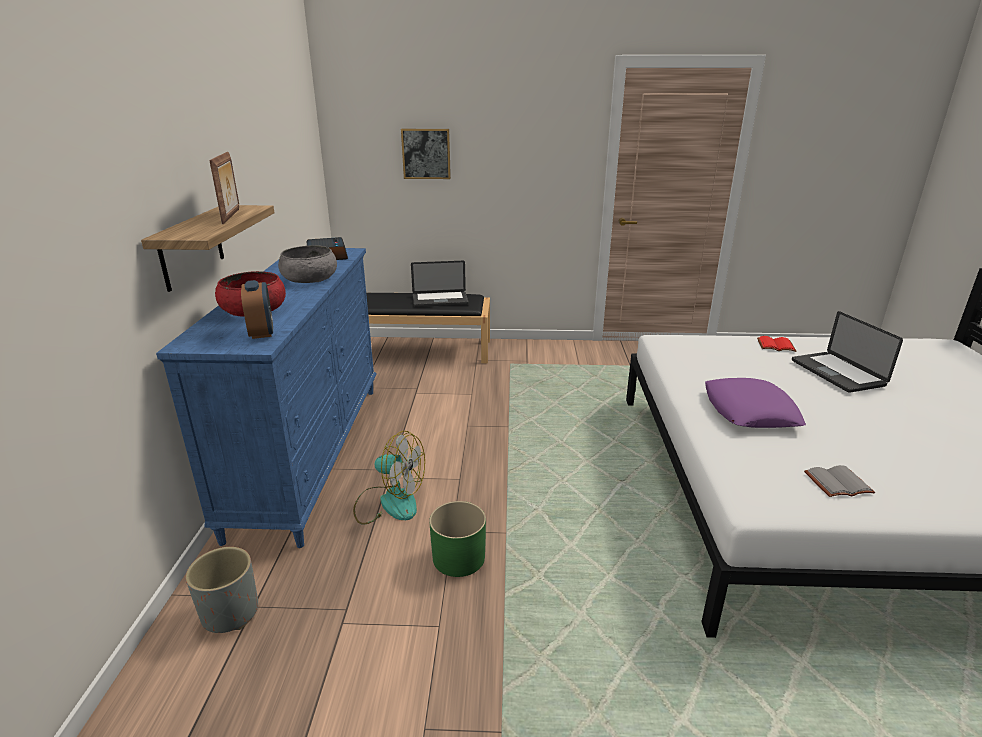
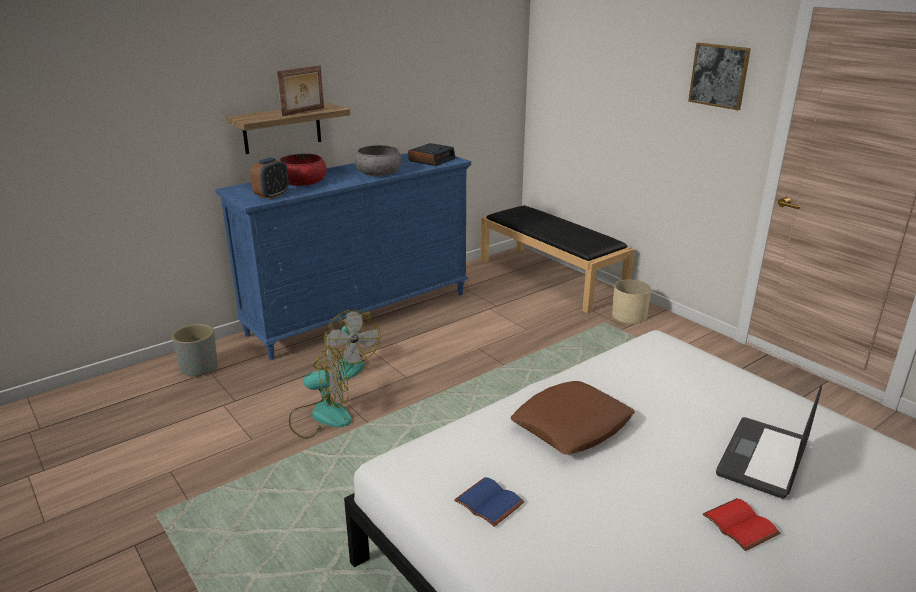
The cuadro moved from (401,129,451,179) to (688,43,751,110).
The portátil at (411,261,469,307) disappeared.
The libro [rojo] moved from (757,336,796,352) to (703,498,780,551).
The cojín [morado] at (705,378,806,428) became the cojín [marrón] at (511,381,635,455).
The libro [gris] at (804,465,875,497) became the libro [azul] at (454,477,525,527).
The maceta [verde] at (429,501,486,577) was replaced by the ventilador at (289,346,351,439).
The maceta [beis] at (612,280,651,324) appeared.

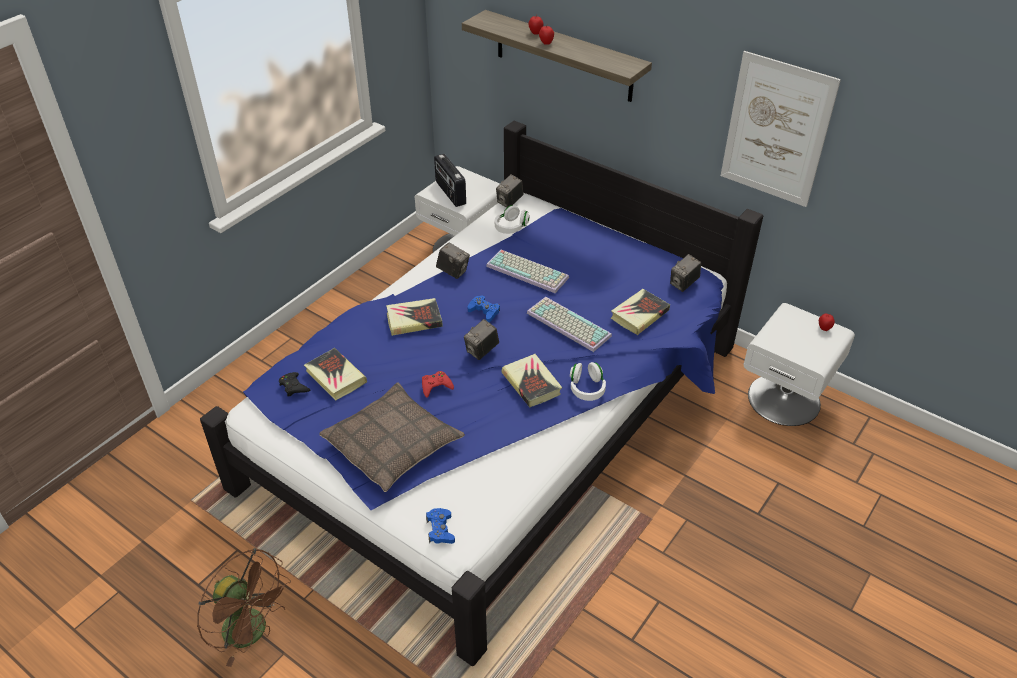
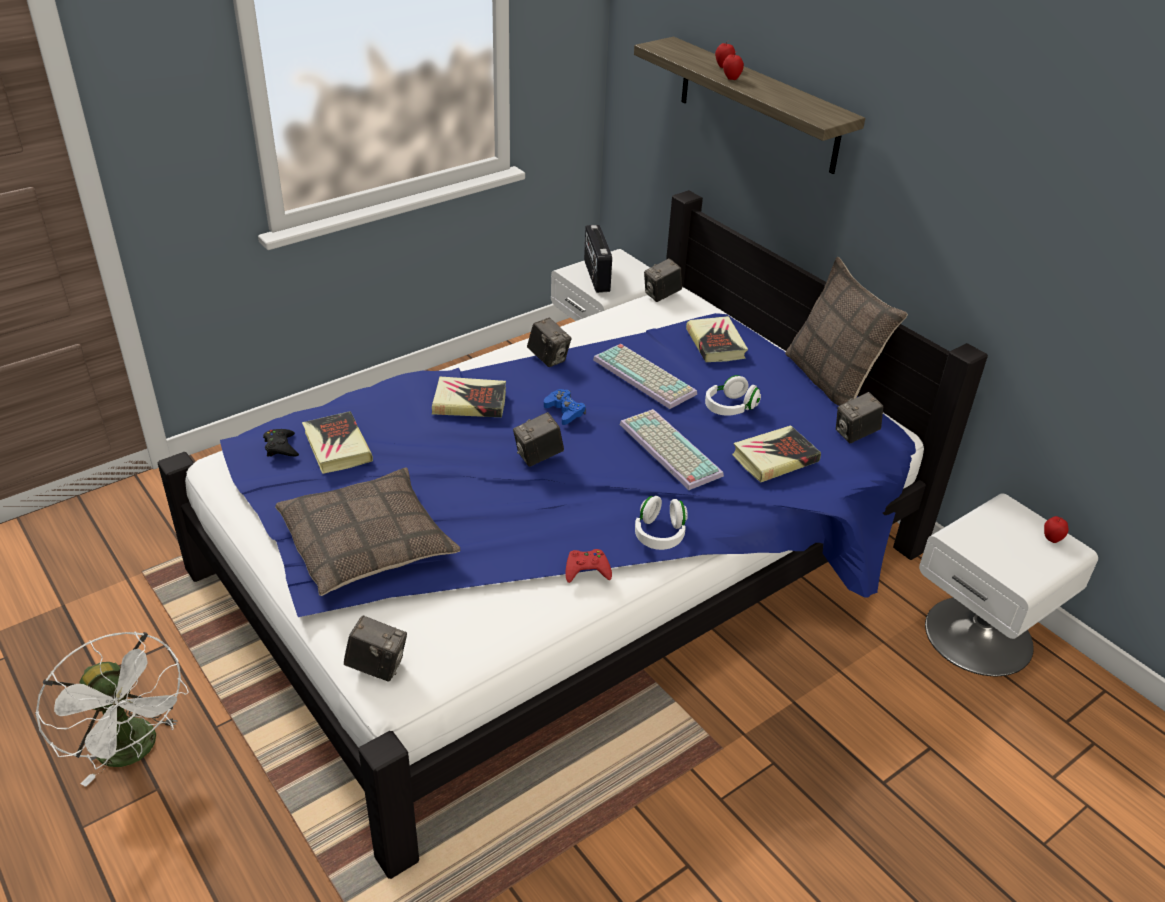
The cuadro at (721,51,841,207) disappeared.
The auriculares [blanco] moved from (495,205,530,234) to (705,375,761,416).
The libro moved from (502,354,562,407) to (686,316,748,362).
The mando de consola [rojo] moved from (422,371,454,398) to (565,549,612,583).
The mando de consola [azul] at (426,508,455,544) was replaced by the cámara at (344,616,407,682).
The ventilador [marrón] at (197,548,291,667) became the ventilador [blanco] at (35,632,189,787).
The cojín at (785,257,908,406) appeared.

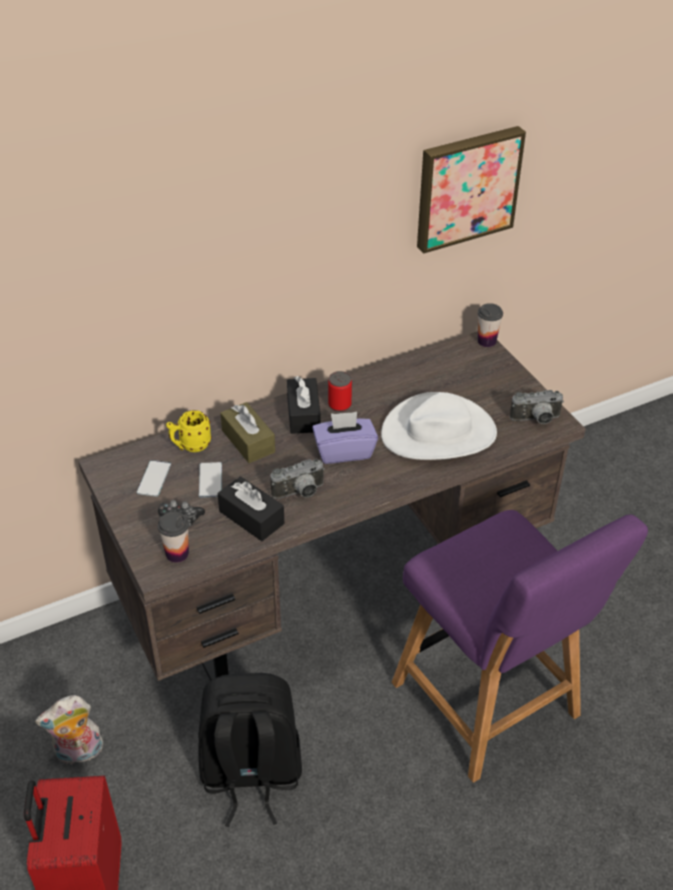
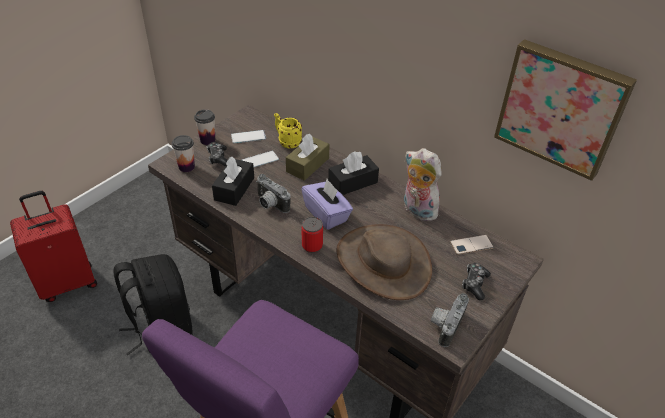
The taza moved from (478,303,503,347) to (194,109,215,145).
The lata moved from (328,371,352,412) to (302,217,323,253).
The cámara at (510,390,564,424) turned 60 degrees clockwise.
The sombrero [blanco] at (381,392,497,460) became the sombrero [marrón] at (336,224,432,300).
The peluche moved from (35,695,103,765) to (404,148,443,221).
The móvil at (450,235,494,255) appeared.
The mando de consola at (462,263,491,300) appeared.

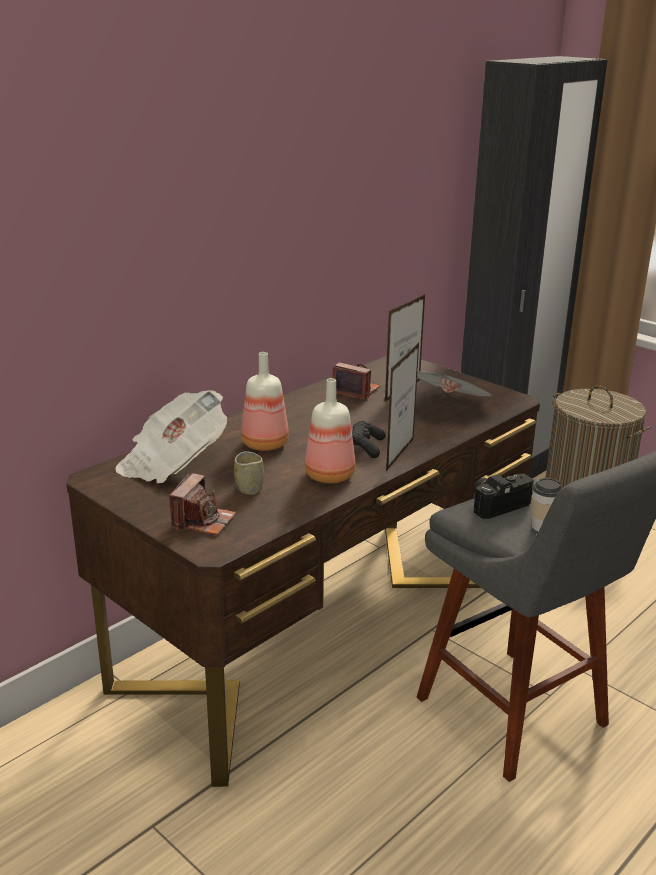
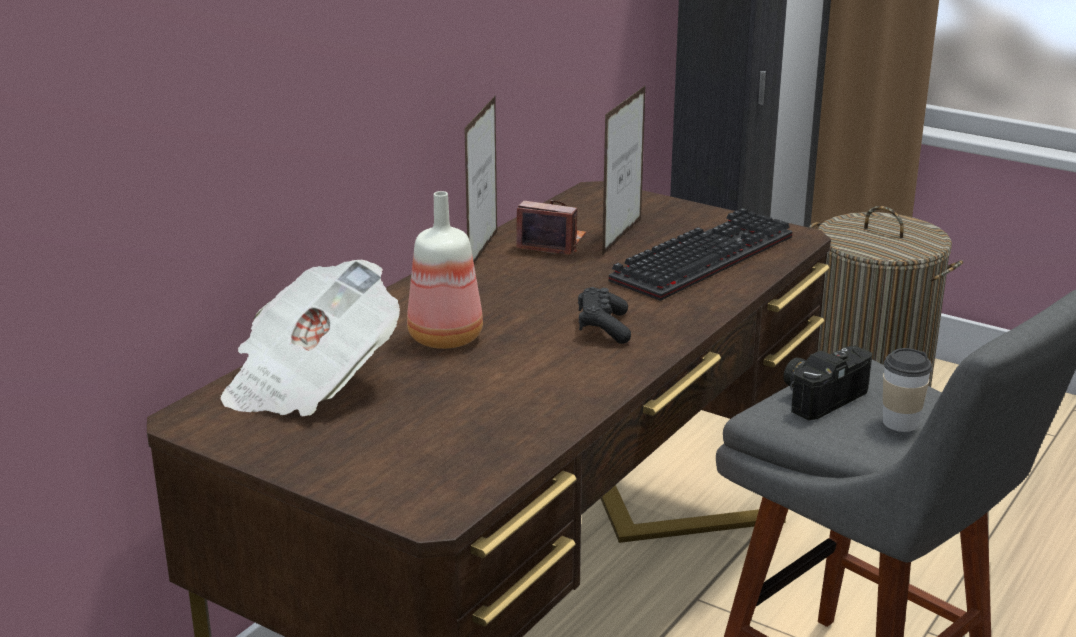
The portarretratos moved from (386,343,419,471) to (464,95,497,264).
The periódico at (417,371,493,397) was replaced by the teclado at (609,208,793,301).
The botella at (305,378,356,483) disappeared.
The taza at (234,451,264,495) disappeared.
The cámara at (169,473,236,535) disappeared.

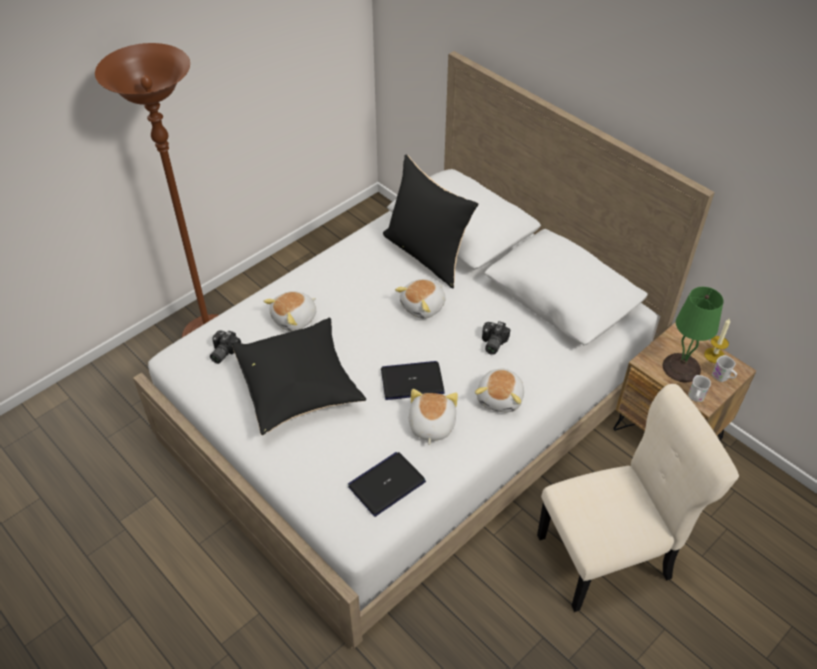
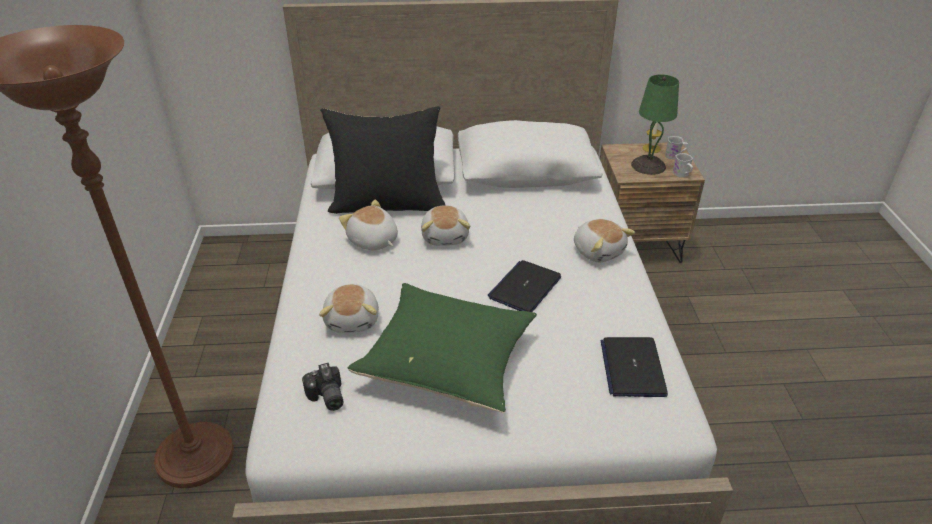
The cojín [negro] at (233,317,366,436) became the cojín [verde] at (348,283,537,413).
The cámara at (482,321,510,355) disappeared.
The silla [beis] at (537,384,739,612) disappeared.
The peluche moved from (409,389,458,445) to (339,200,398,250).

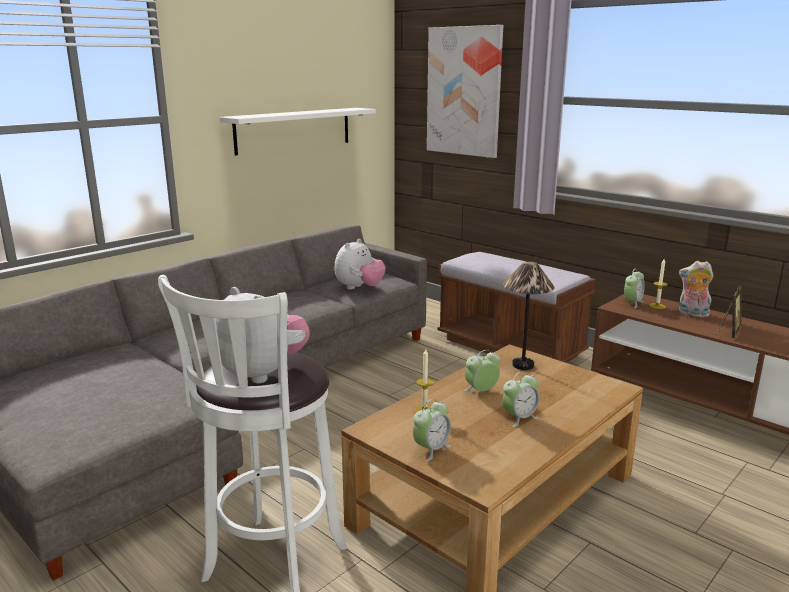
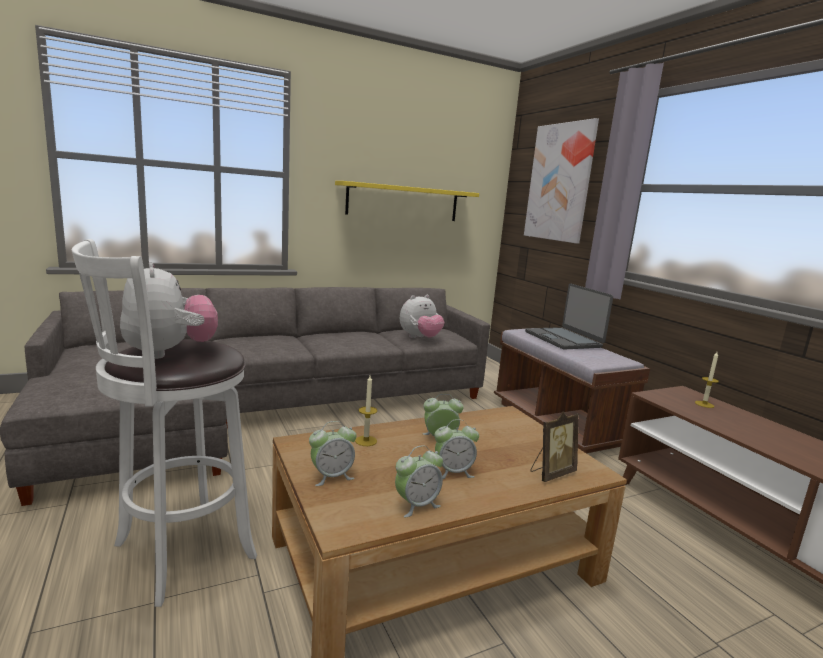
The estante [blanco] at (219,108,376,156) became the estante [amarillo] at (335,181,479,221).
The lámpara de mesa at (503,261,555,370) disappeared.
The peluche at (679,261,714,317) disappeared.
The despertador moved from (624,269,645,308) to (395,445,443,517).
The portarretratos moved from (716,286,742,338) to (530,412,579,482).
The portátil at (525,283,613,350) appeared.

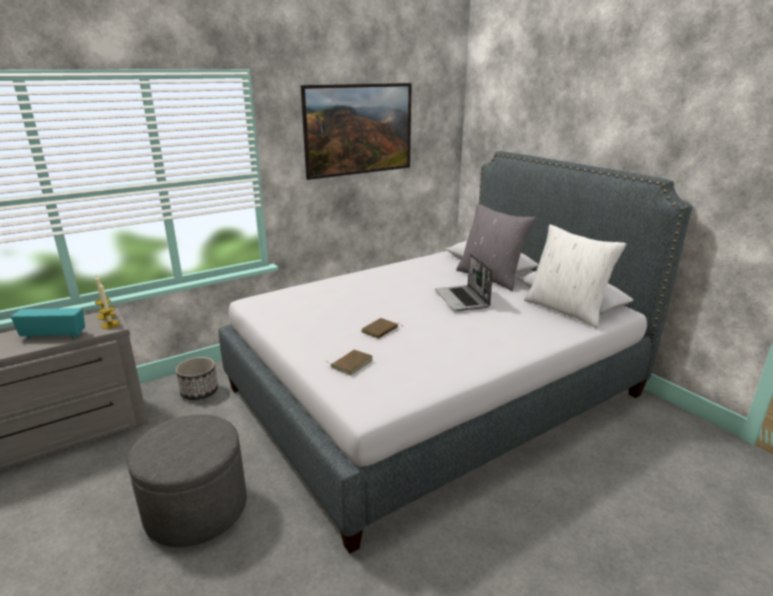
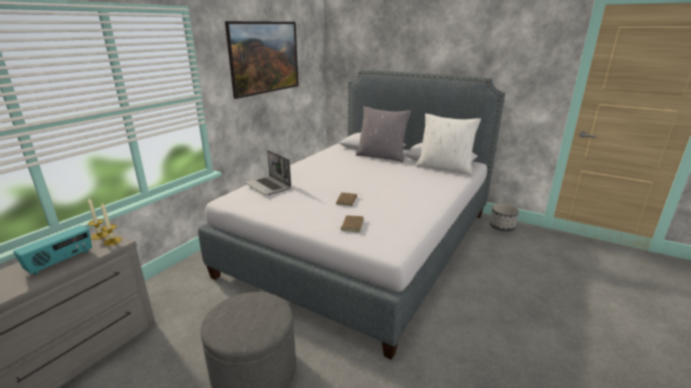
The portátil moved from (435,253,493,311) to (245,150,291,195).
The radio at (11,308,85,339) turned 150 degrees clockwise.
The maceta moved from (176,357,218,400) to (490,204,519,231).

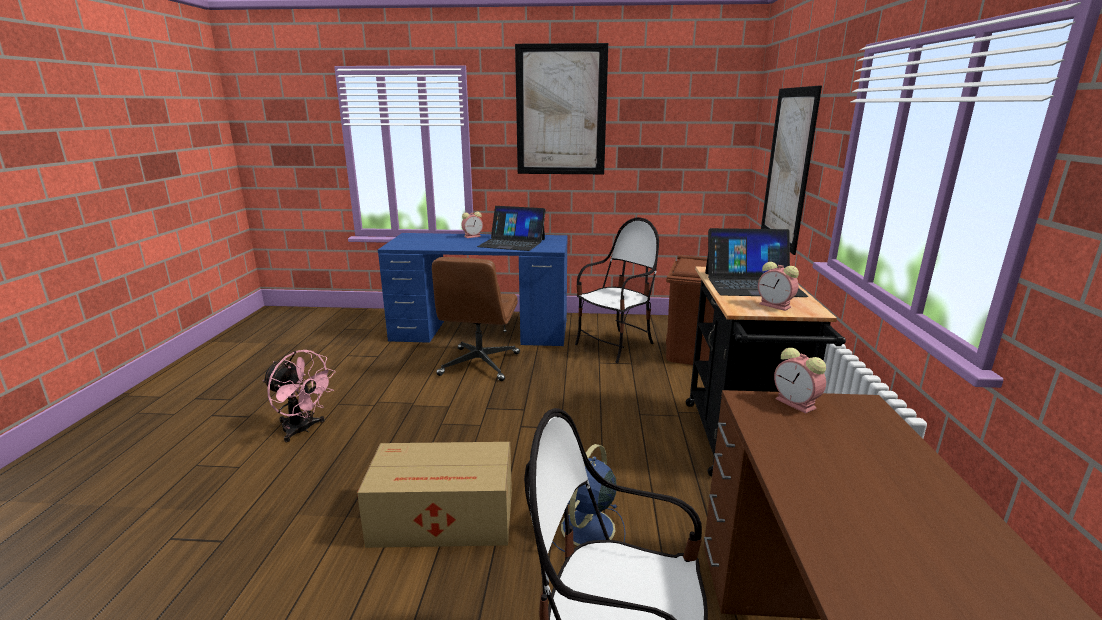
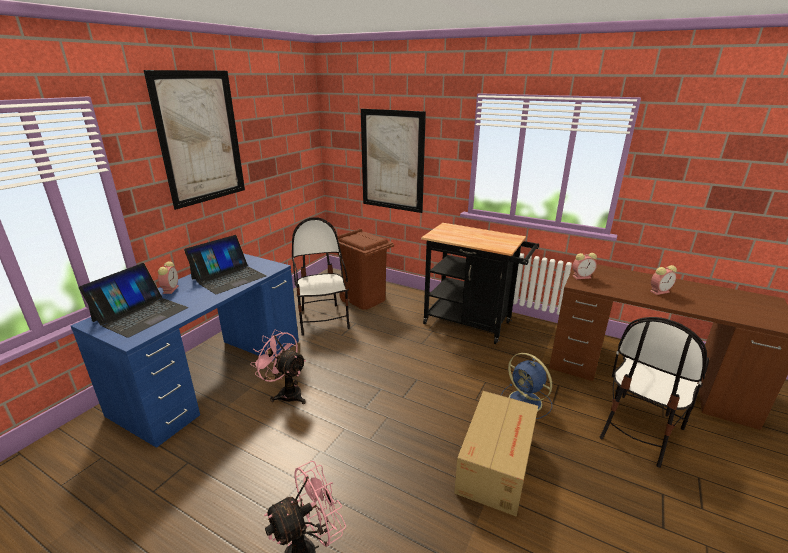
The portátil moved from (705,228,808,297) to (79,263,188,338).
The silla de oficina [marrón] at (432,257,520,381) was replaced by the ventilador [rosa] at (250,330,306,404).
The despertador moved from (758,262,799,311) to (650,265,677,295).

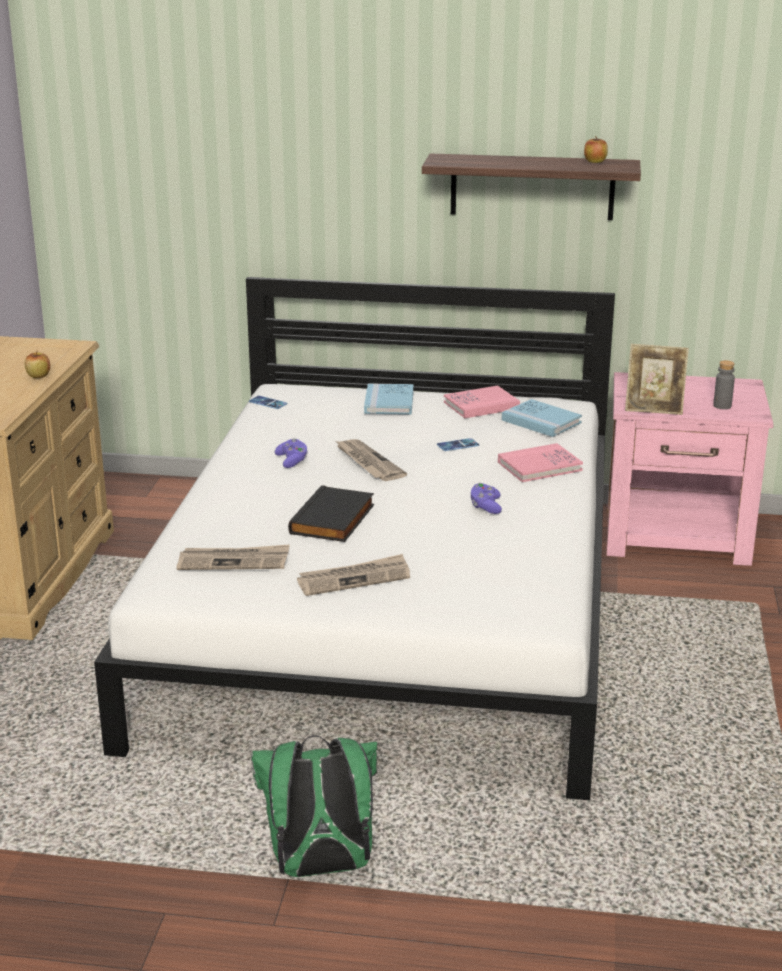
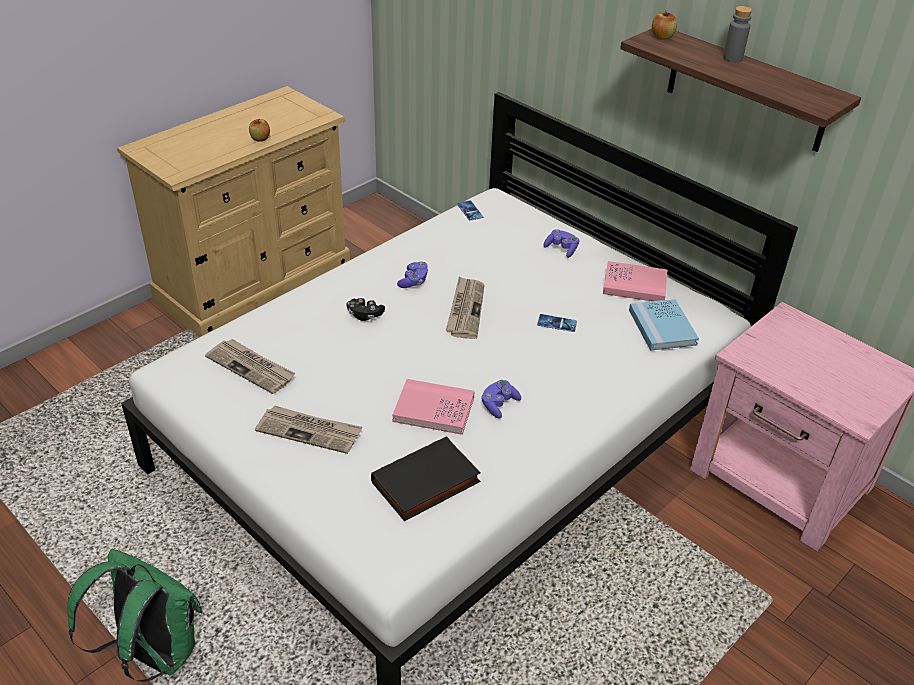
The manzana moved from (584,136,608,163) to (652,12,677,40).
The portarretratos at (625,344,689,415) disappeared.
The botella [gris] moved from (713,360,735,409) to (723,6,752,63).
The libro [azul] at (364,383,414,415) was replaced by the mando de consola [morado] at (544,229,579,258).
The libro [rosa] moved from (498,443,583,482) to (392,379,474,435).
The libro [negro] moved from (288,485,374,542) to (371,436,481,521).
The mando de consola [negro] at (346,298,385,321) appeared.

